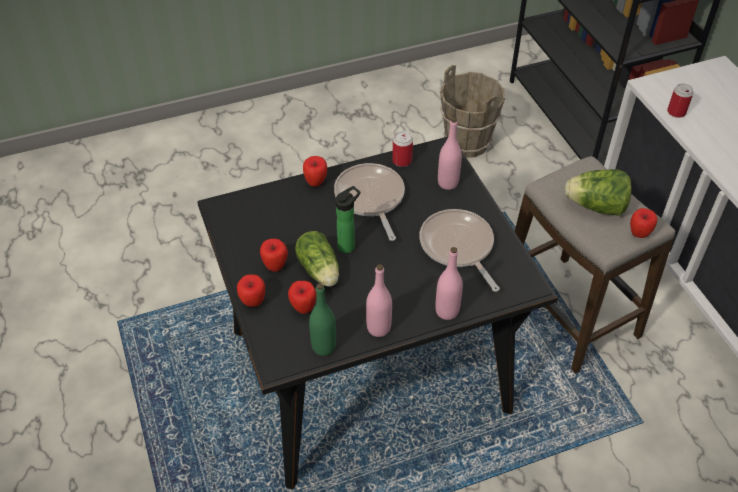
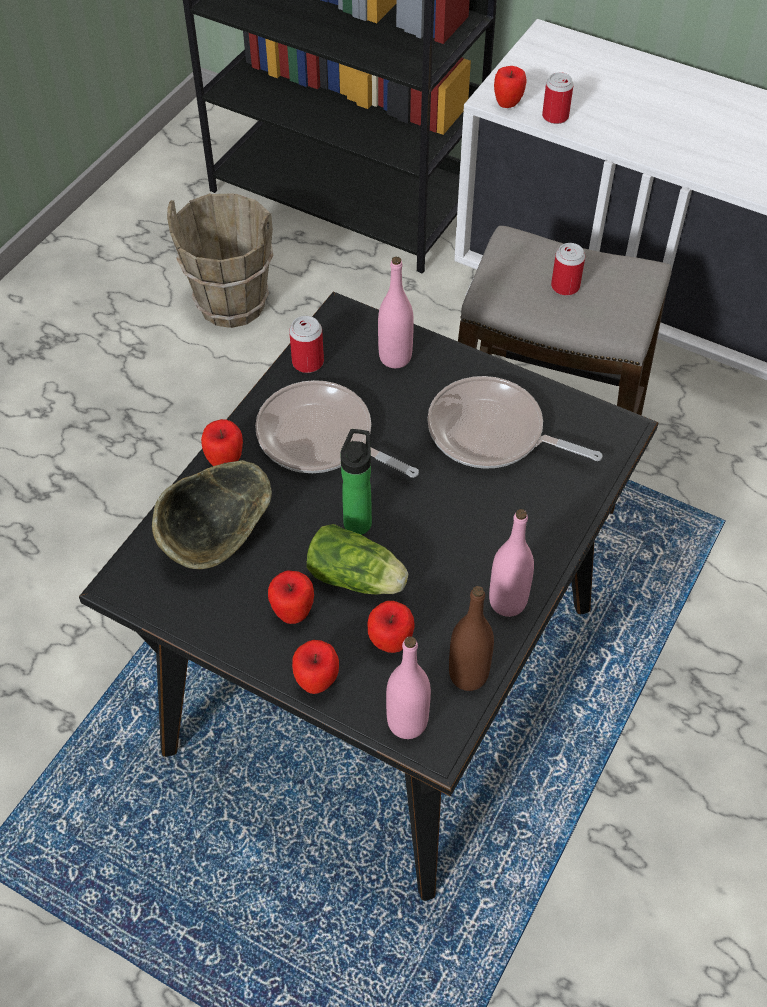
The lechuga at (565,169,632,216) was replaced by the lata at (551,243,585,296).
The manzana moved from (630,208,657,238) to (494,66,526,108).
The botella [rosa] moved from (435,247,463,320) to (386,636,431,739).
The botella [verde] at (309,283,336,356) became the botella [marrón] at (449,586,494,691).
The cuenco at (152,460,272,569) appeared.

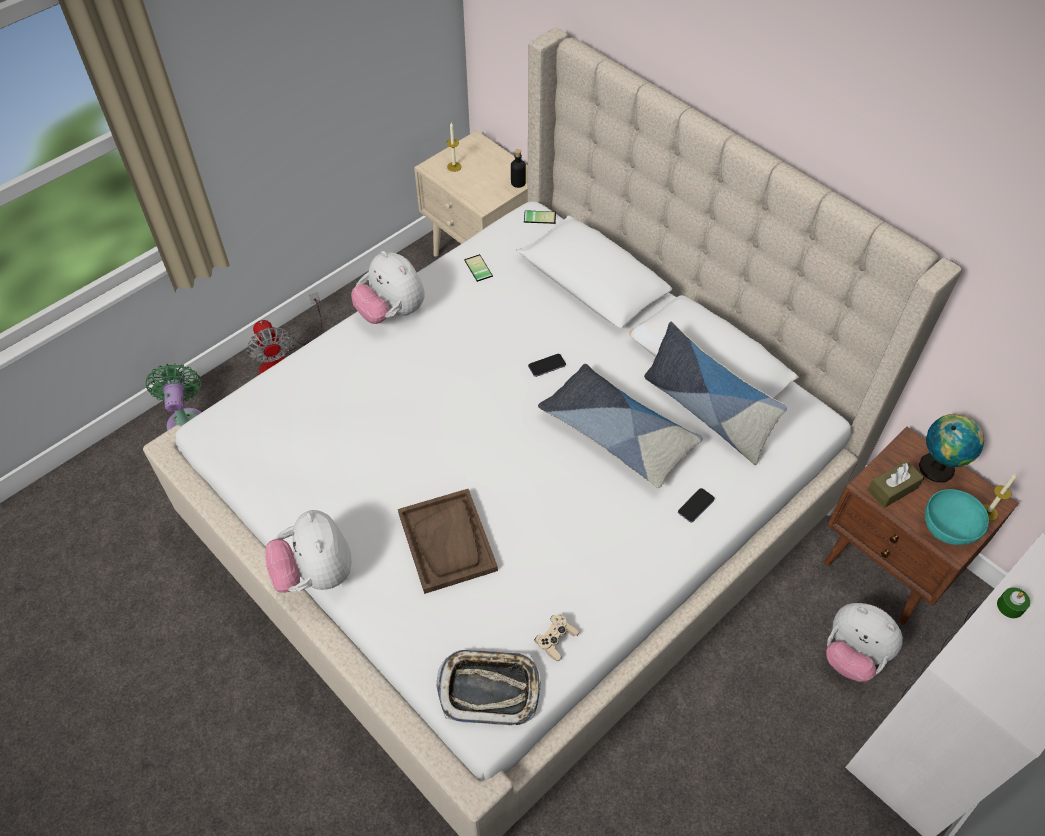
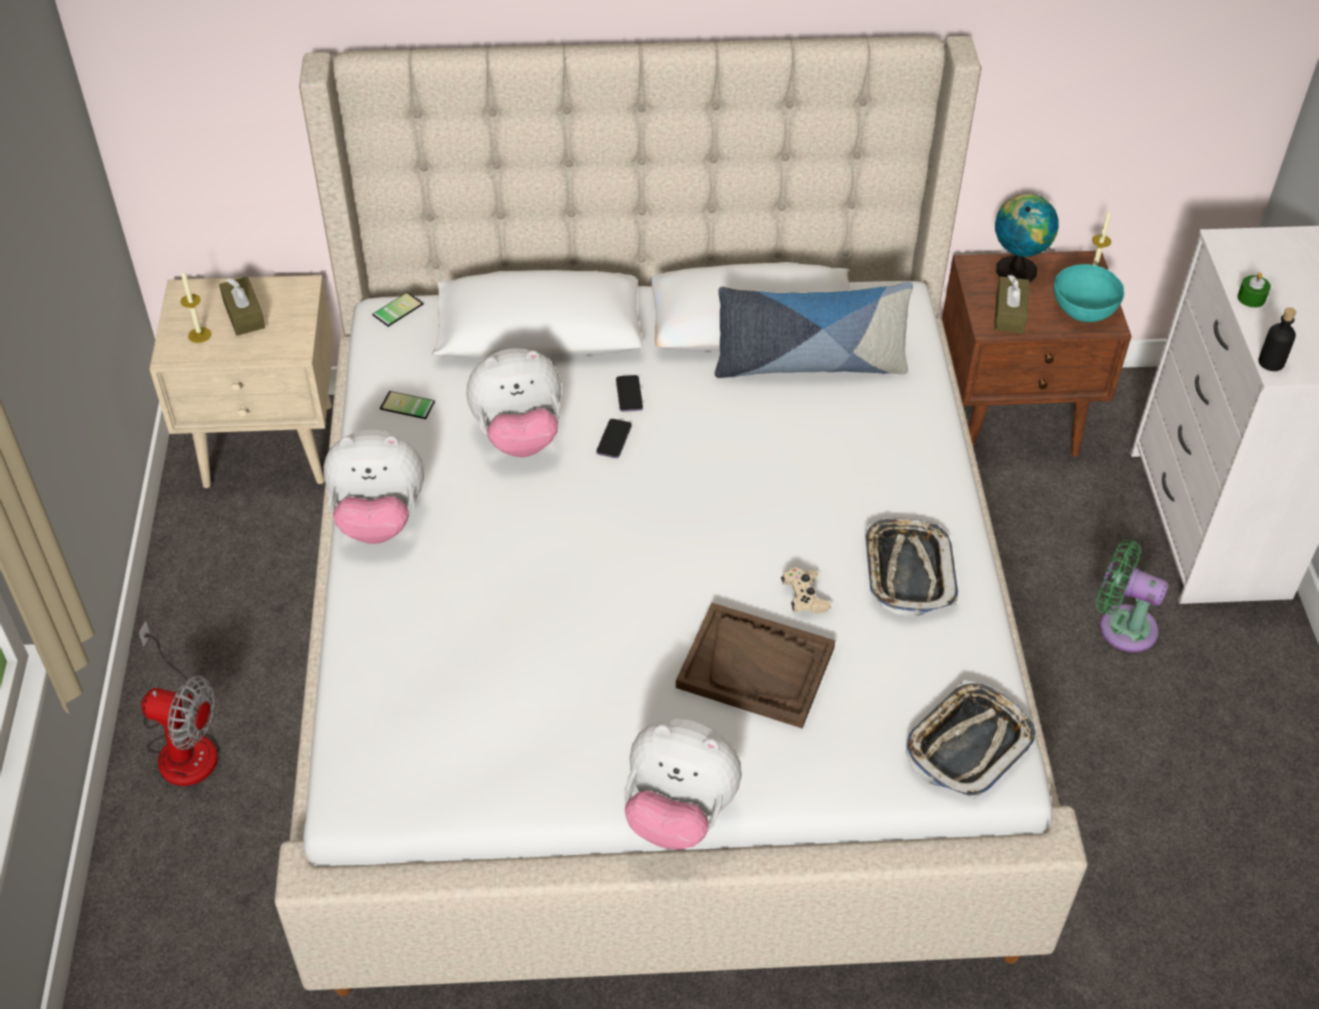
The botella [negro] moved from (511,149,526,188) to (1258,307,1296,371).
The ventilador [verde] moved from (146,363,202,431) to (1096,540,1169,652).
The cojín at (538,364,703,488) disappeared.
The móvil moved from (678,488,715,523) to (616,375,643,412).
The peluche moved from (826,603,903,682) to (467,348,561,457).
The mando de consola [beis] moved from (534,615,579,661) to (781,567,831,613).
The caja de pañuelos [marrón] at (219,277,265,336) appeared.
The bandeja at (865,518,958,617) appeared.

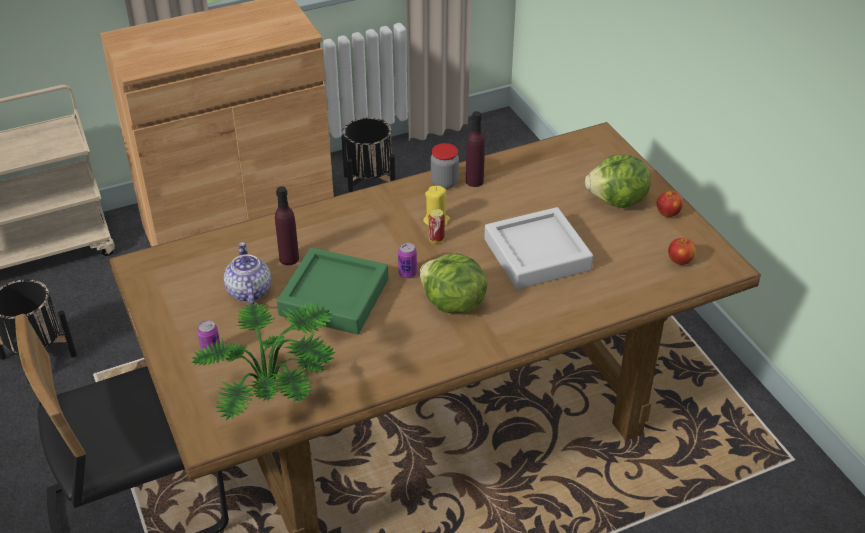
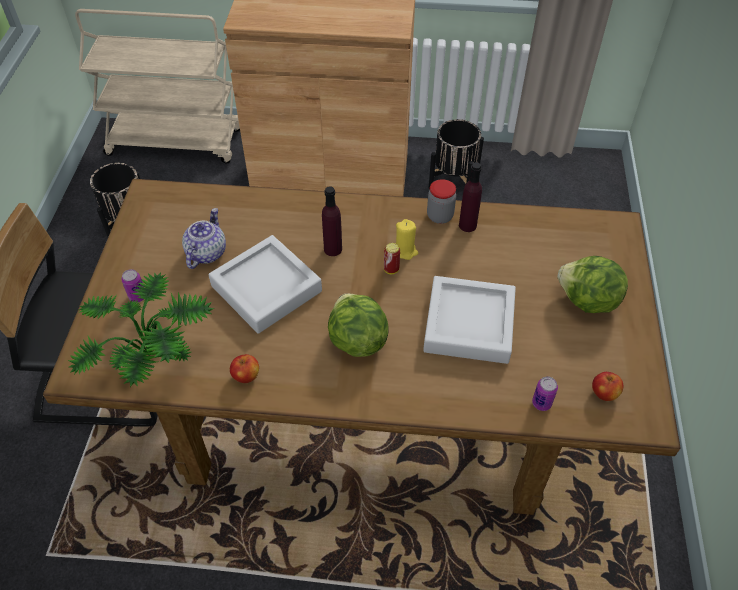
The botella [morado] moved from (275,186,299,265) to (322,186,342,256).
The manzana moved from (657,191,683,217) to (230,354,259,383).
The lata moved from (398,242,417,279) to (532,376,558,411).
The bandeja [verde] at (277,247,388,334) became the bandeja [gris] at (208,235,322,334).

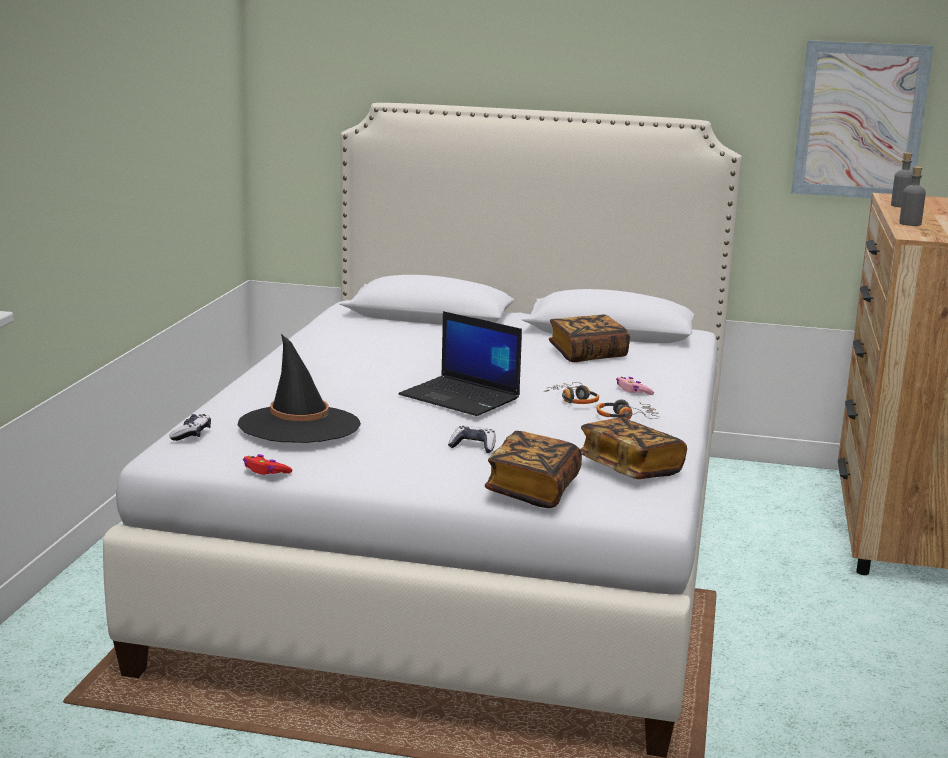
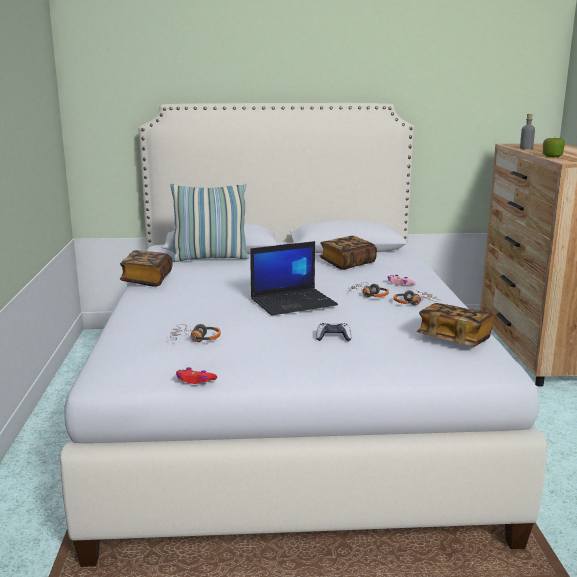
The cuadro at (791,40,934,198) disappeared.
The botella [gris] at (899,166,926,226) was replaced by the manzana at (543,137,565,157).
The portátil at (399,311,522,416) turned 45 degrees counterclockwise.
The sombrero [negro] at (238,334,361,443) was replaced by the auriculares at (170,324,221,342).
The mando de consola at (169,414,211,441) disappeared.
The libro moved from (485,431,582,508) to (120,250,173,287).
The cojín at (170,184,249,262) appeared.

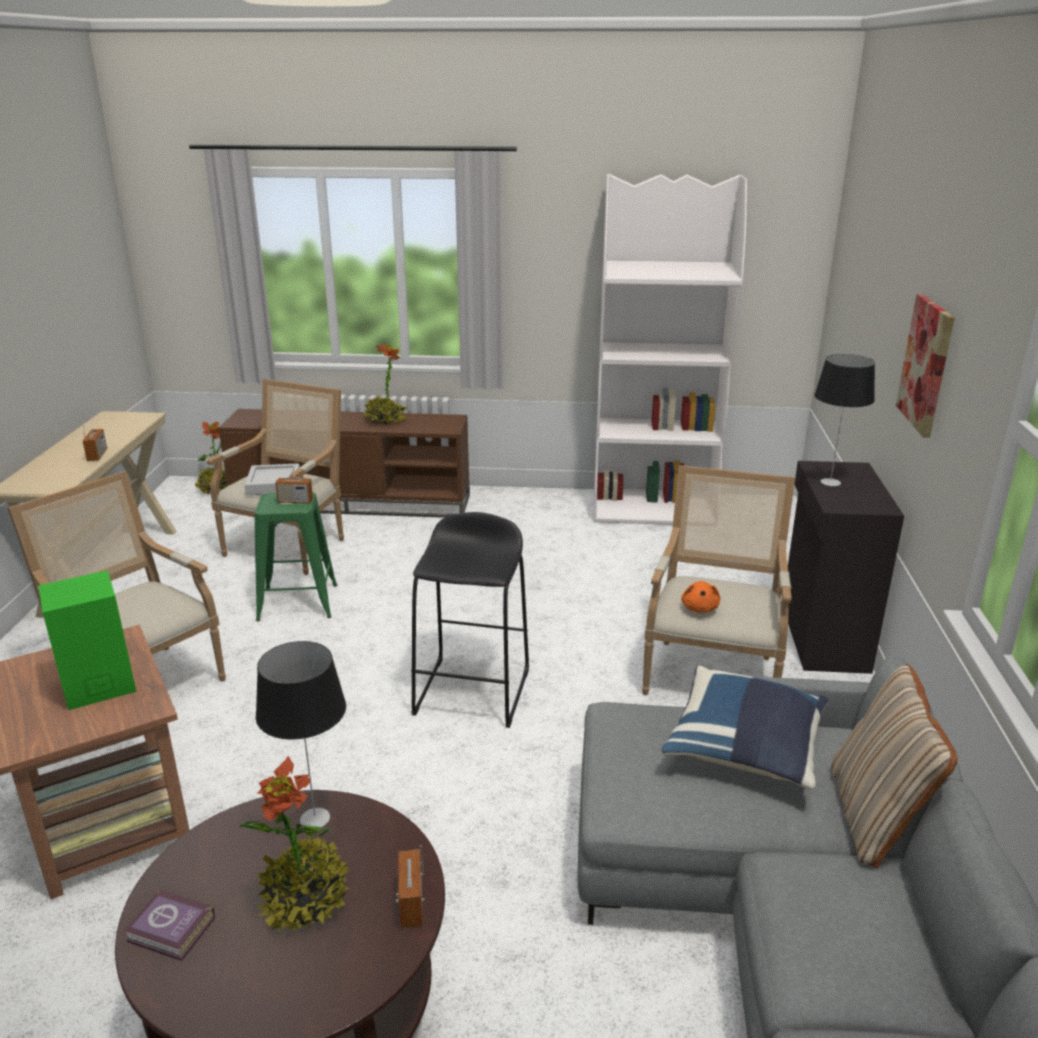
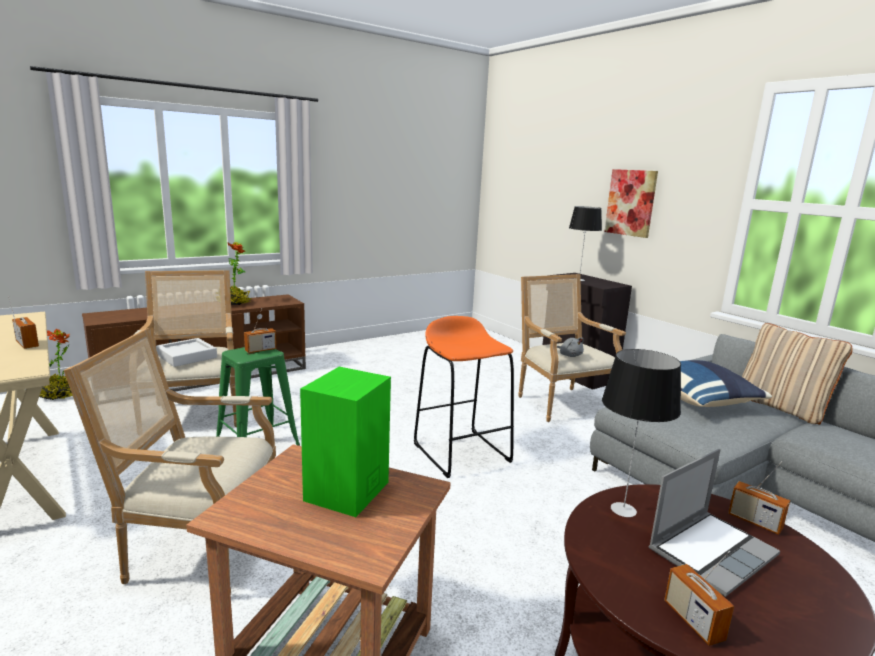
The estantería [blanco] at (594,174,747,525) disappeared.
The taburete [negro] at (411,512,529,728) became the taburete [naranja] at (414,316,514,478).
The peluche [naranja] at (681,581,720,613) became the peluche [gris] at (557,338,584,357).
The planta en maceta at (240,756,349,933) was replaced by the portátil at (649,449,780,597).
The libro at (124,889,215,961) was replaced by the radio at (664,551,734,646).

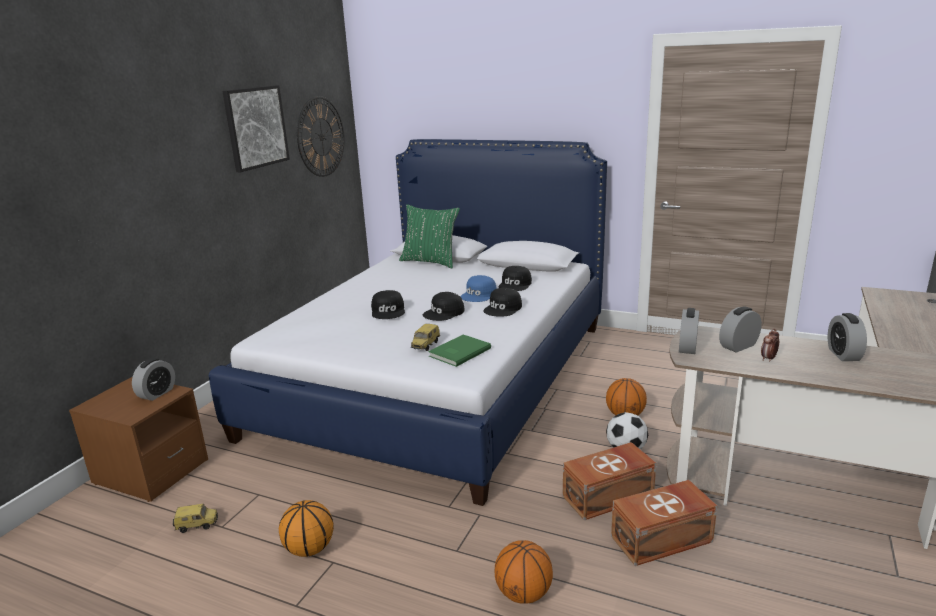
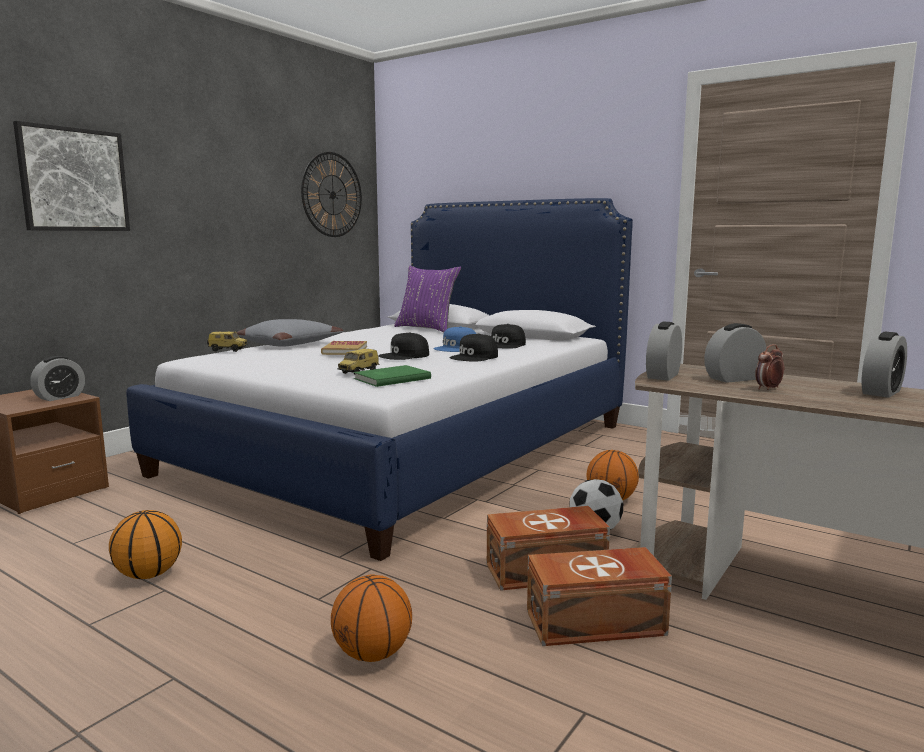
The cuadro moved from (222,85,290,172) to (13,121,130,231).
The cojín [verde] at (399,204,460,268) became the cojín [morado] at (394,266,461,333).
The gorra [negro] at (371,290,405,319) was replaced by the libro at (321,341,367,355).
The despertador at (828,313,867,361) turned 150 degrees counterclockwise.
The coche de juguete moved from (173,504,218,533) to (207,332,248,352).
The cojín [gris] at (237,319,343,347) appeared.

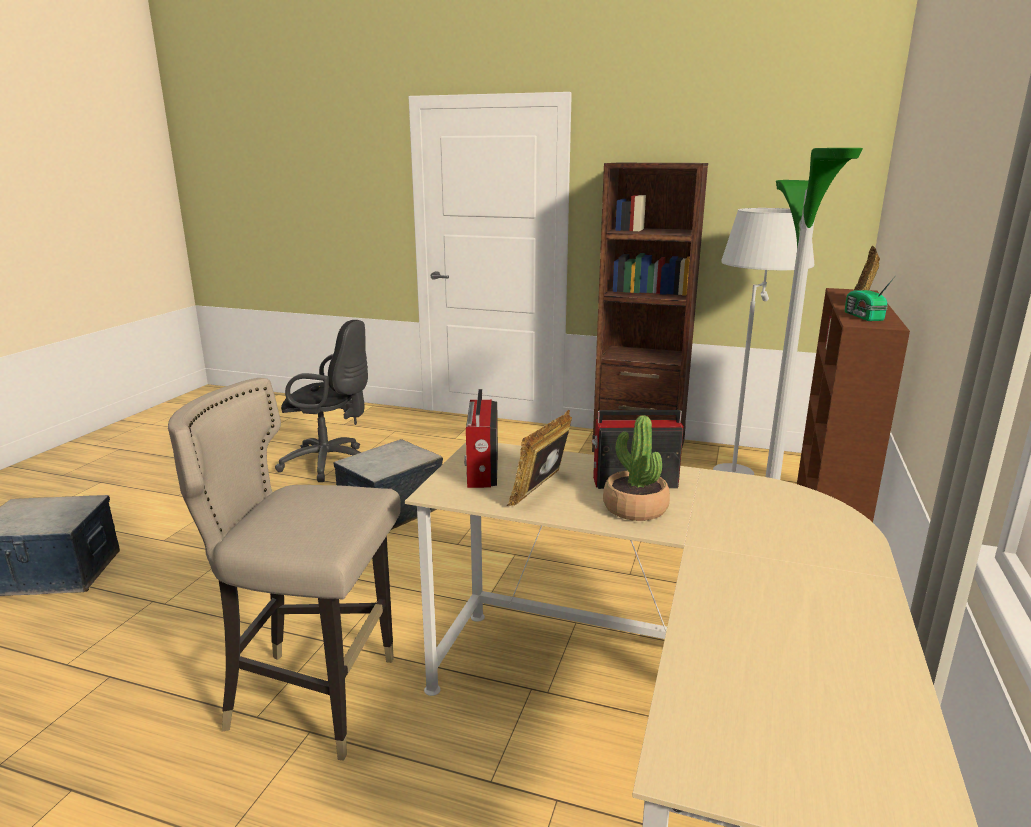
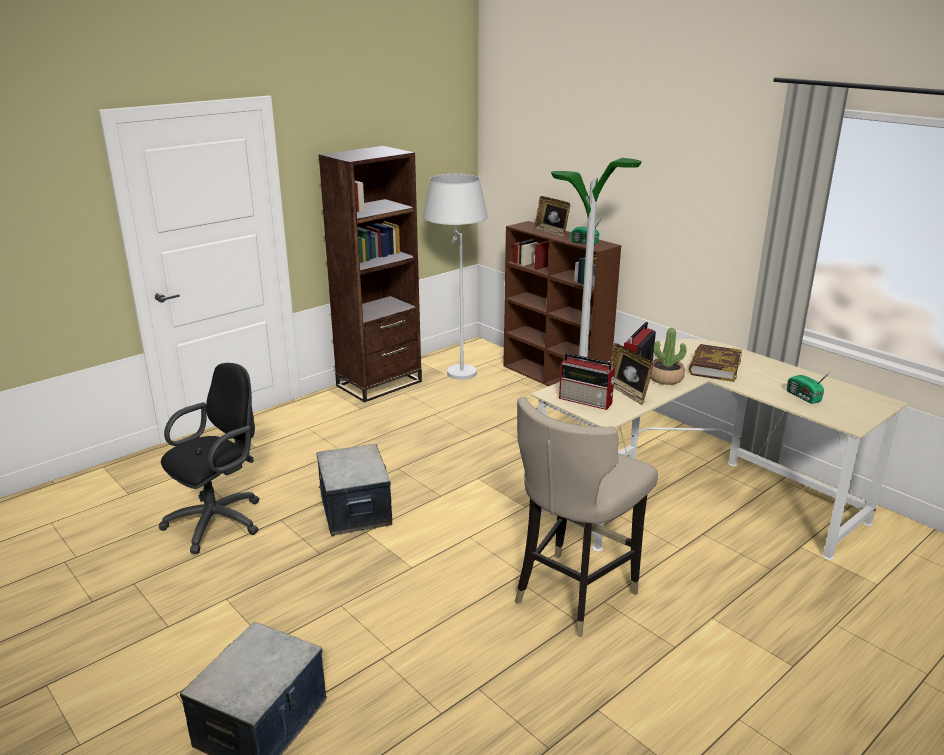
The libro at (689,344,742,382) appeared.
The radio at (787,371,831,404) appeared.

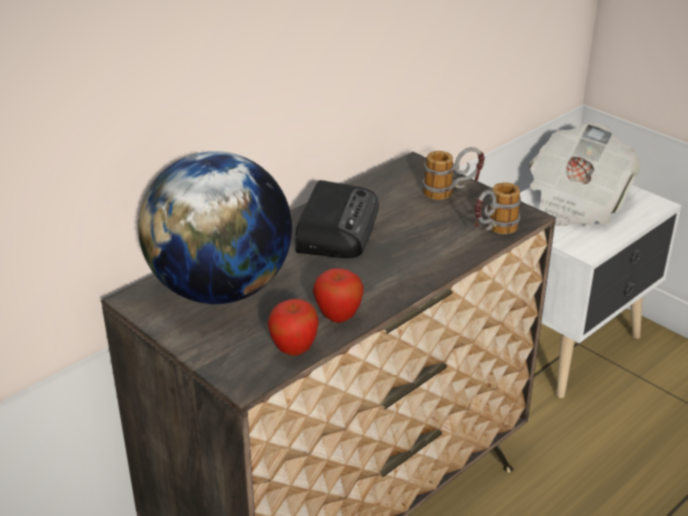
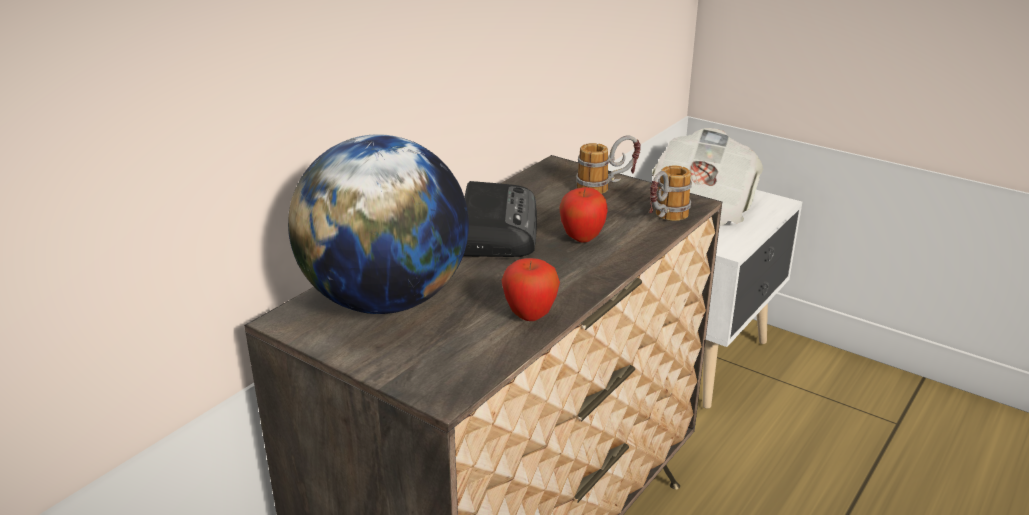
The manzana moved from (268,299,319,356) to (559,187,608,243).

